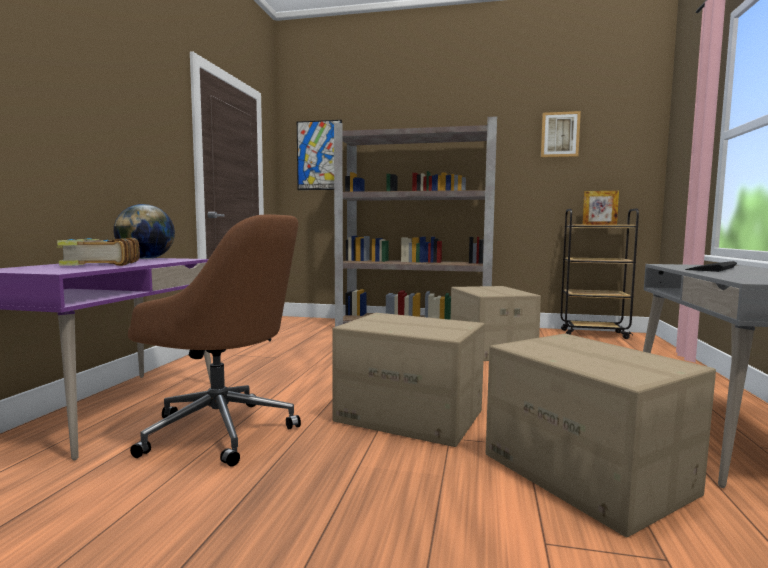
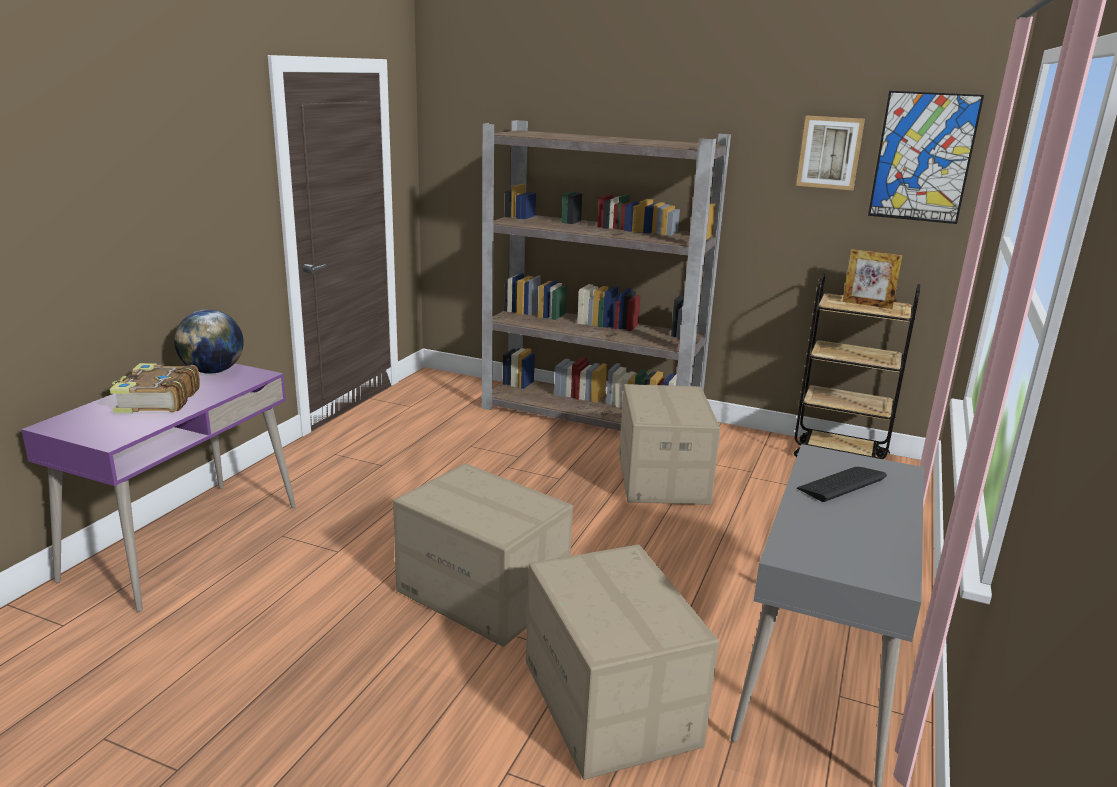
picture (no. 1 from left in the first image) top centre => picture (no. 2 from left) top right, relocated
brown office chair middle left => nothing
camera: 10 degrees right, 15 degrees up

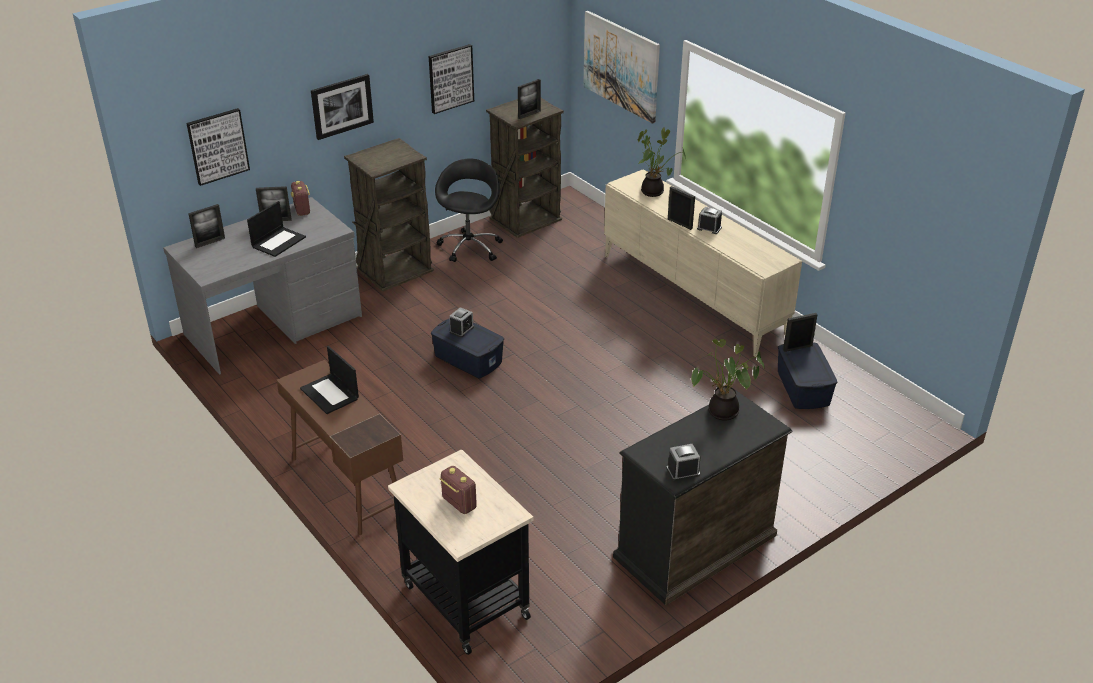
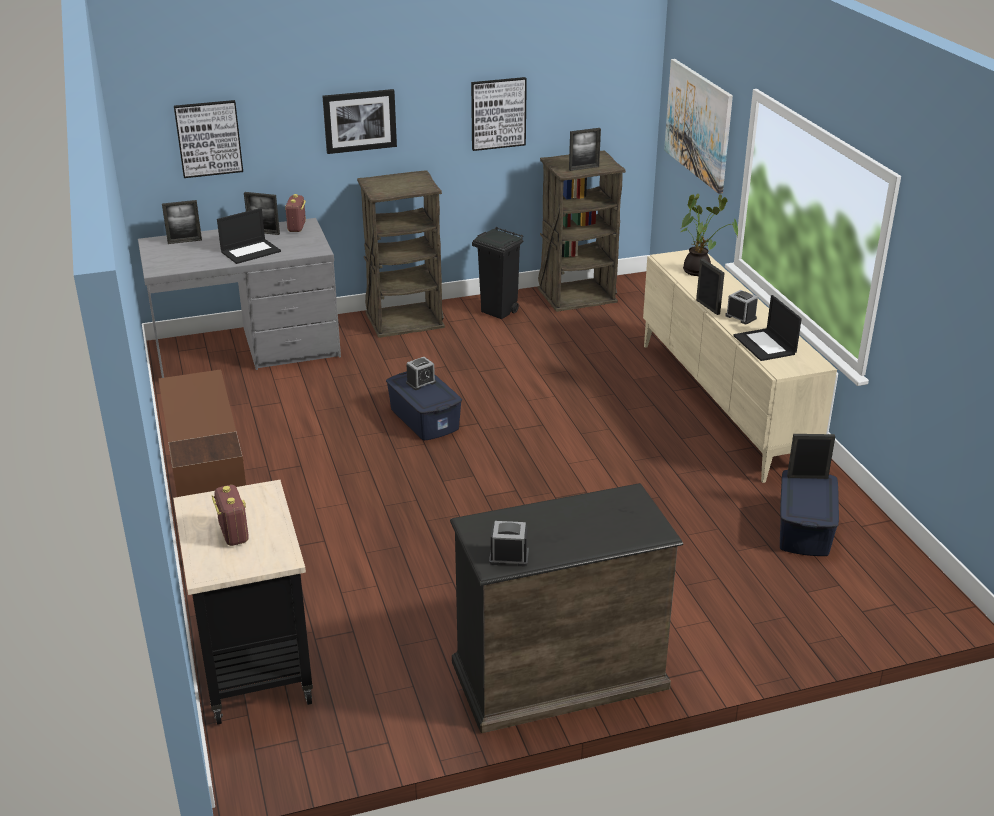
black office chair top centre => black trash can centre
laptop (no. 2 from left) middle left => laptop (no. 2 from left) middle right, relocated
potted plant (no. 2 from left) centre => nothing
camera: 20 degrees right, 5 degrees down

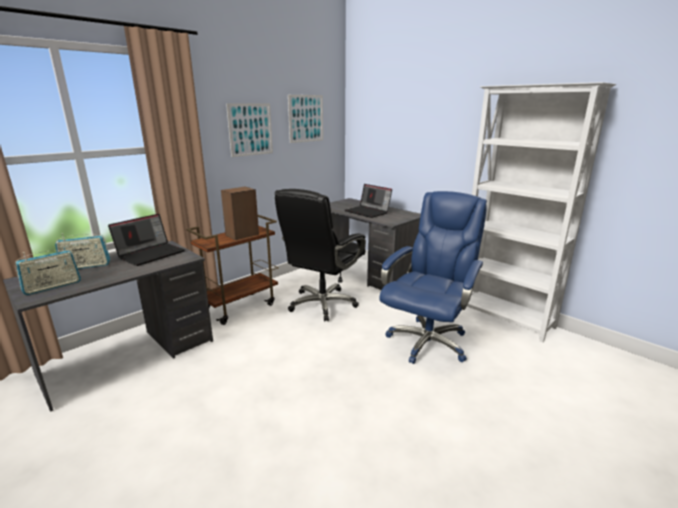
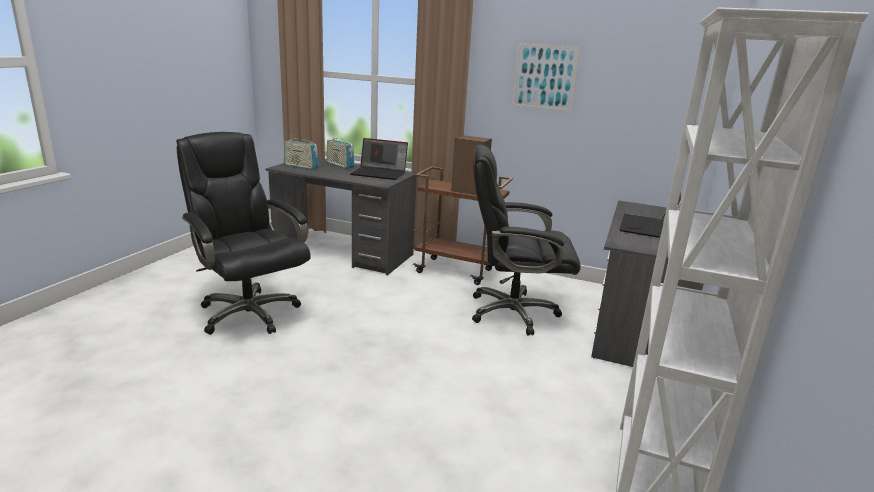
nothing => black office chair (no. 1 from left) middle left
picture (no. 2 from left) top centre => nothing
blue office chair centre => nothing
camera: 65 degrees right, 0 degrees up

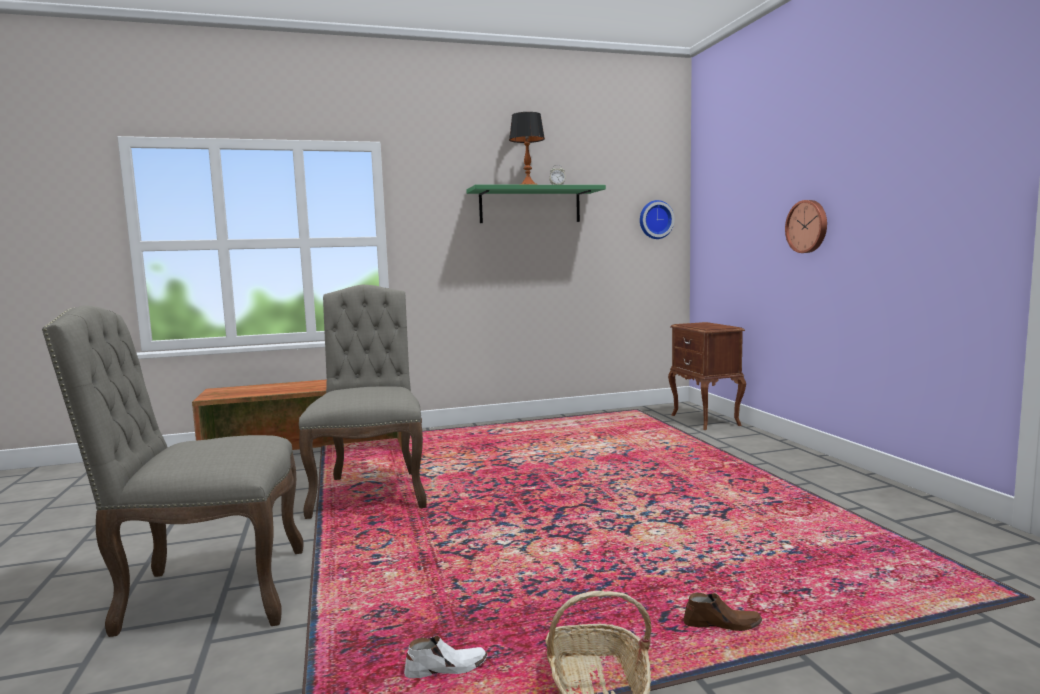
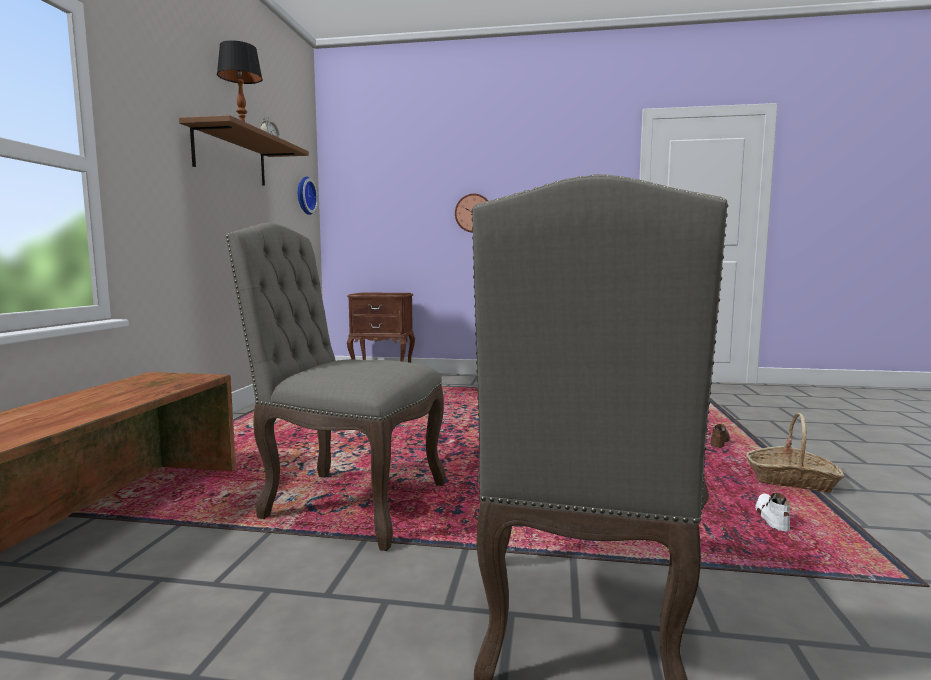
green shelf top centre => brown shelf top left
camera: 65 degrees left, 0 degrees up

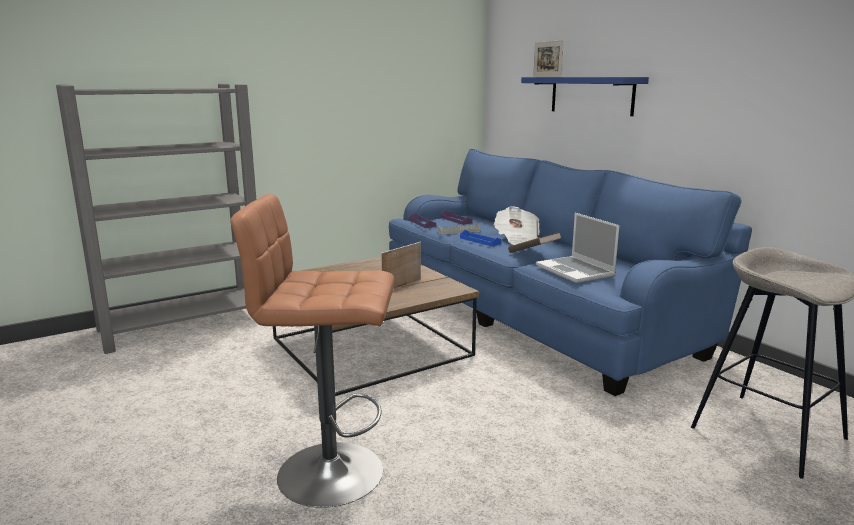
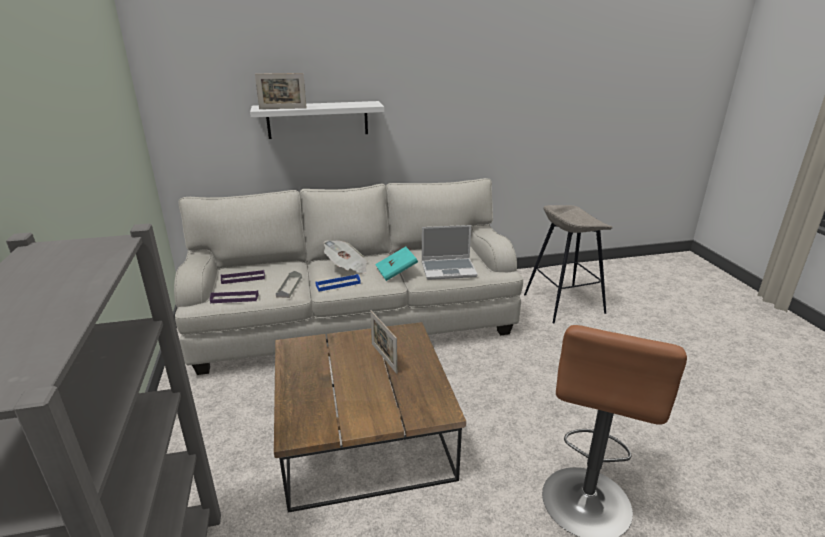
blue sofa middle right => white sofa centre
blue shelf top right => white shelf top centre
brown book centre => turquoise book centre
camera: 70 degrees left, 10 degrees up

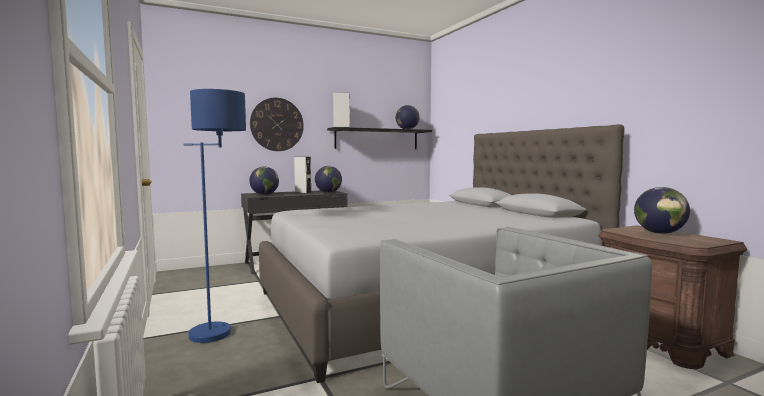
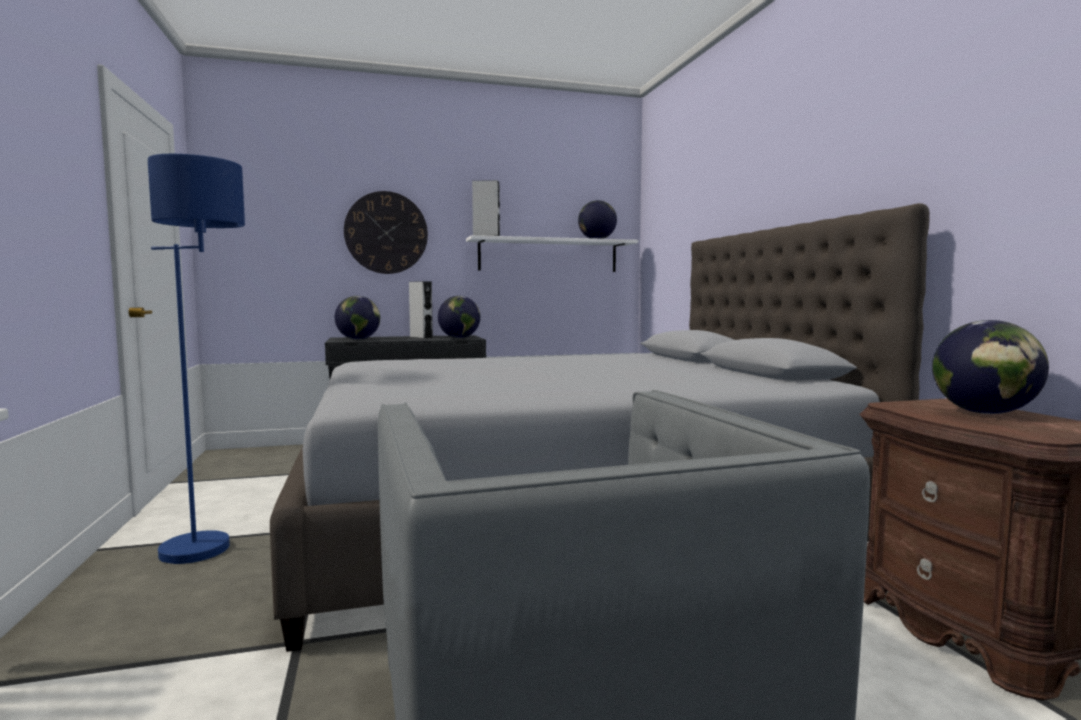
black shelf centre => white shelf centre
camera: 10 degrees right, 0 degrees up

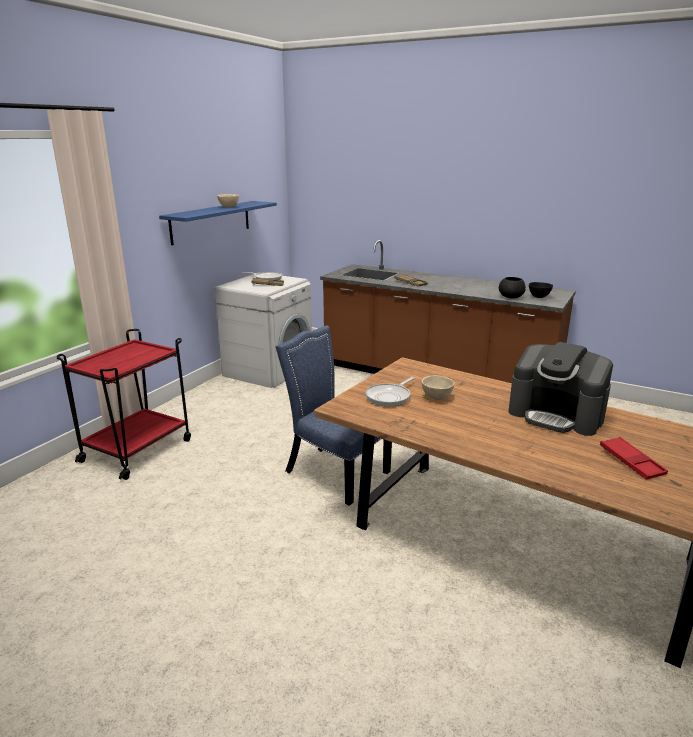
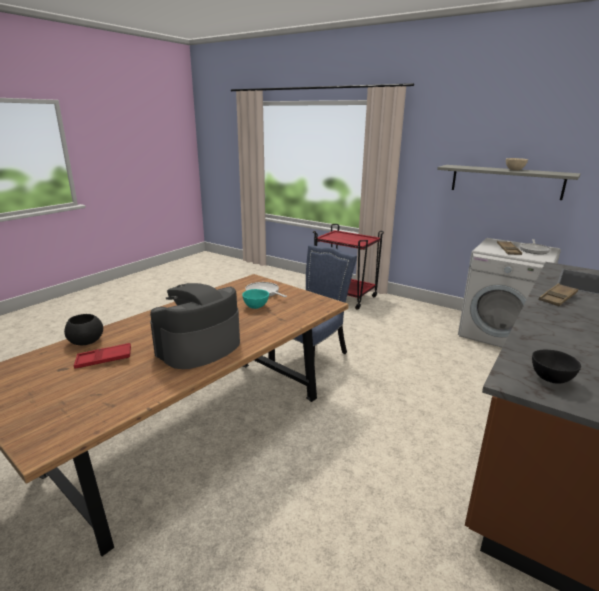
black bowl (no. 1 from left) middle right => black bowl (no. 1 from left) middle left, relocated
beige bowl (no. 2 from left) centre => turquoise bowl centre
blue shelf top left => grey shelf top right
camera: 95 degrees right, 0 degrees up

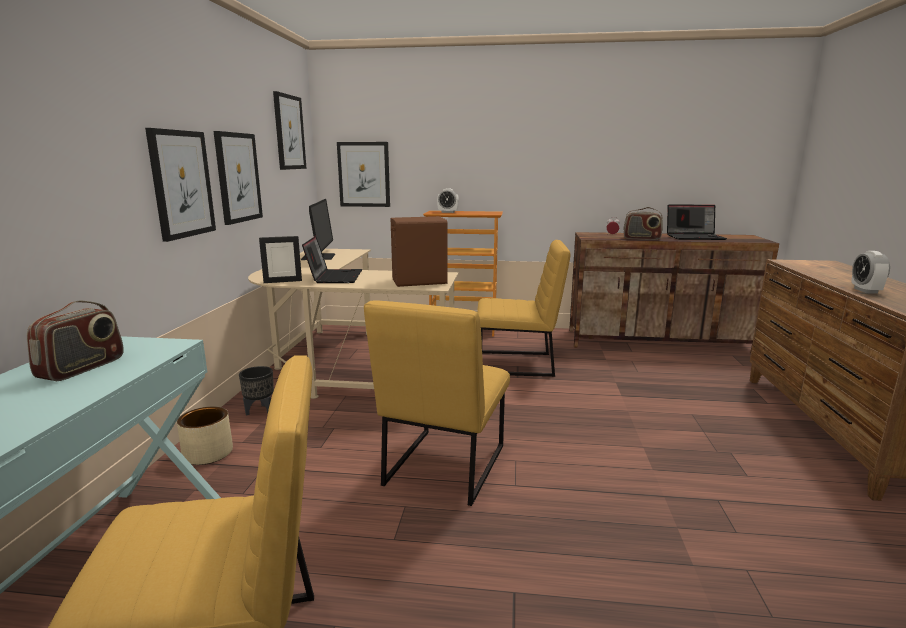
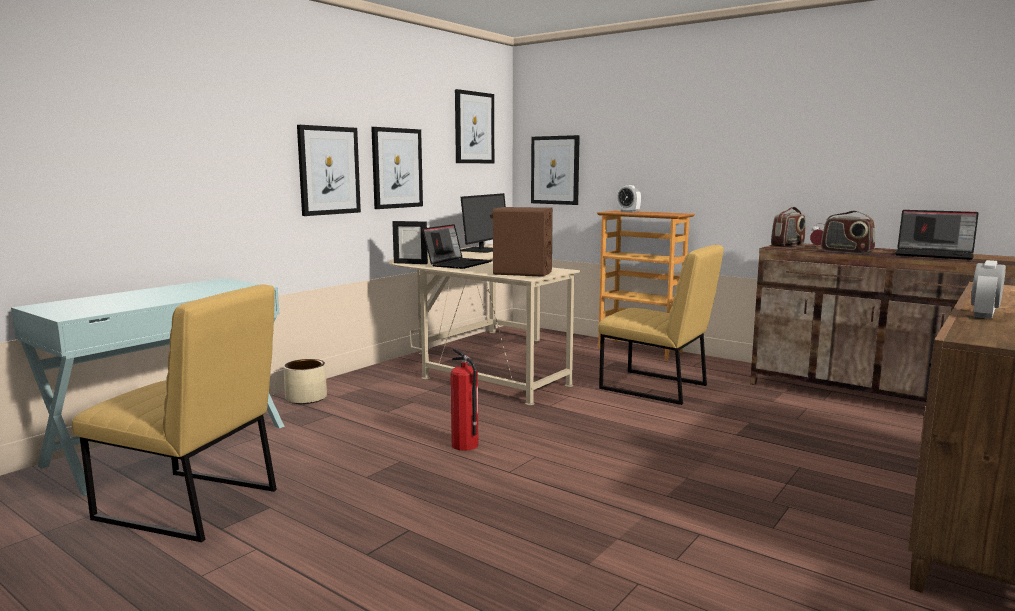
yellow chair (no. 2 from left) centre => fire extinguisher centre
radio (no. 1 from left) middle left => radio (no. 1 from left) middle right, relocated
black planter middle left => nothing
camera: 30 degrees right, 5 degrees down

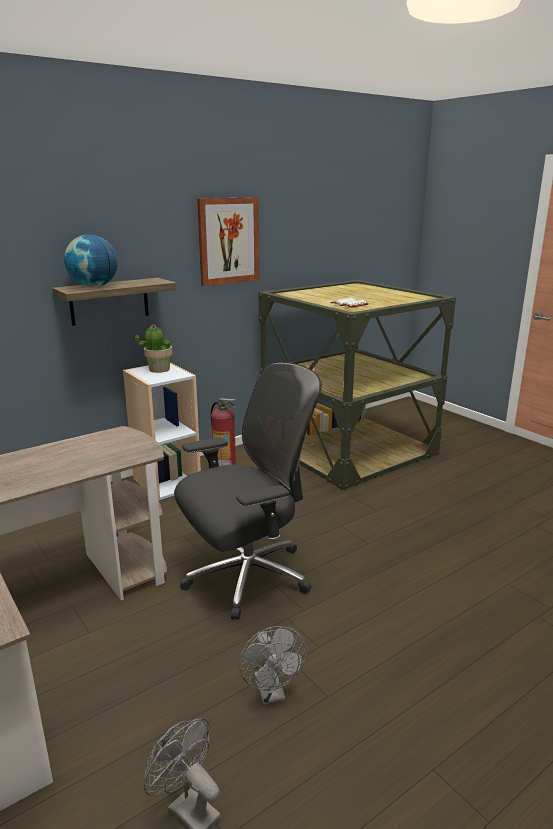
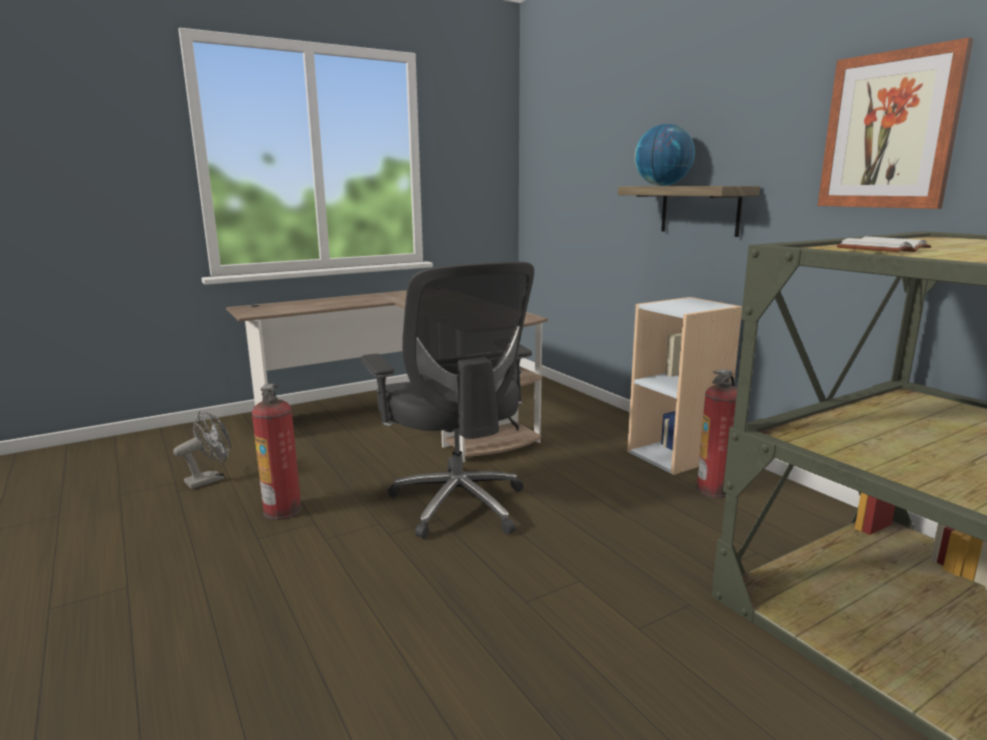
grey fan (no. 2 from left) bottom centre => fire extinguisher (no. 1 from left) middle left
potted plant middle left => nothing
camera: 95 degrees right, 5 degrees down

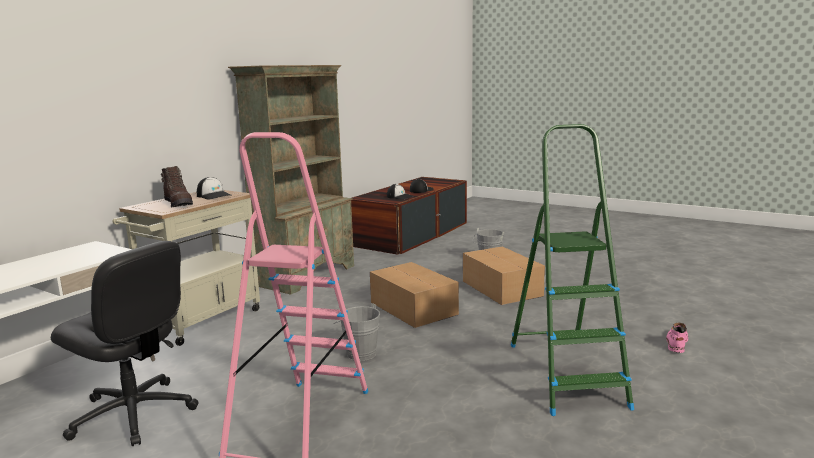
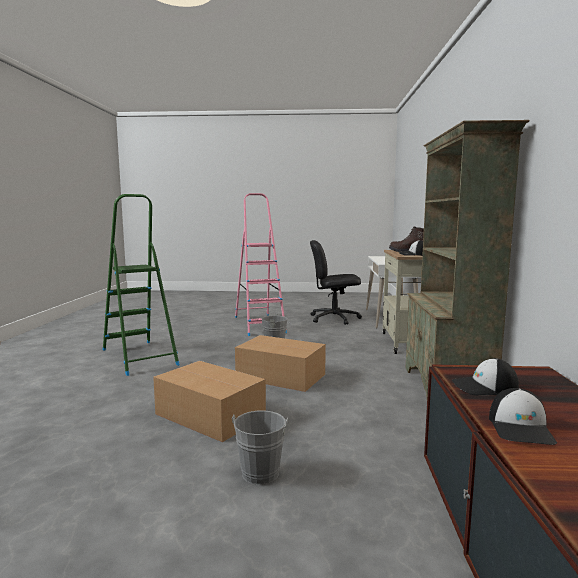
pink boot bottom right => nothing
camera: 150 degrees right, 5 degrees down

